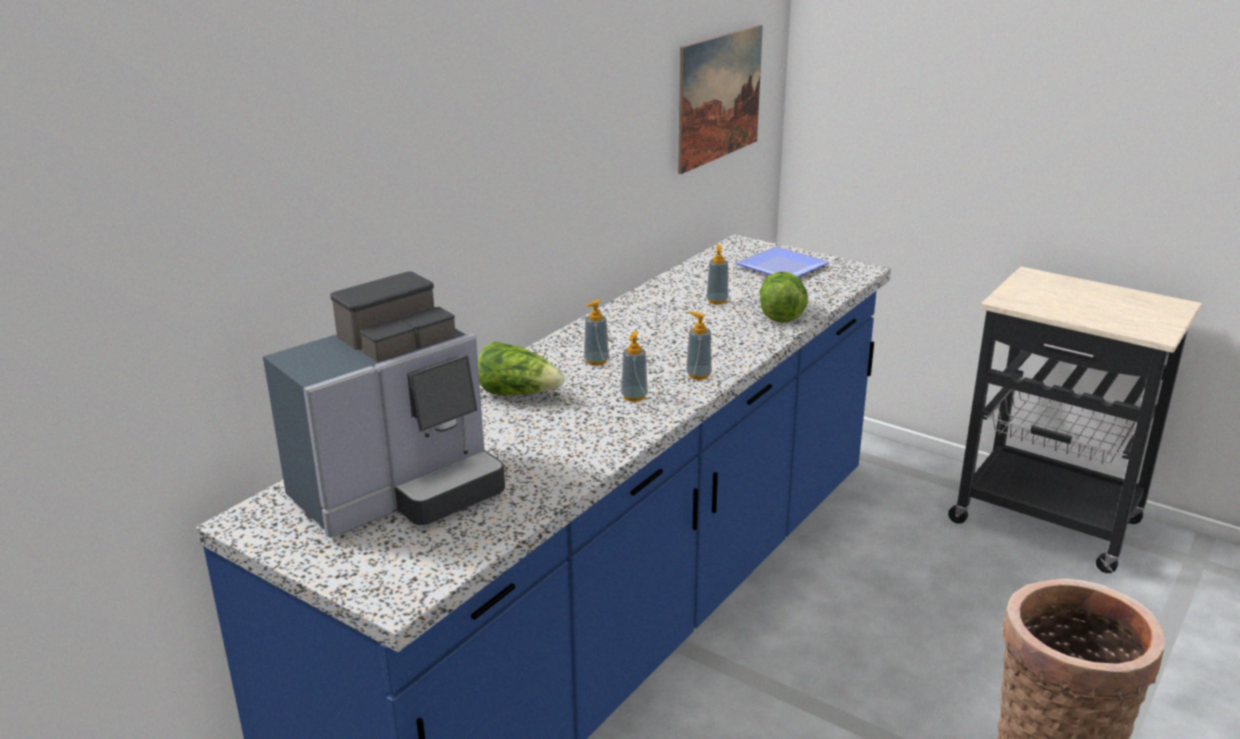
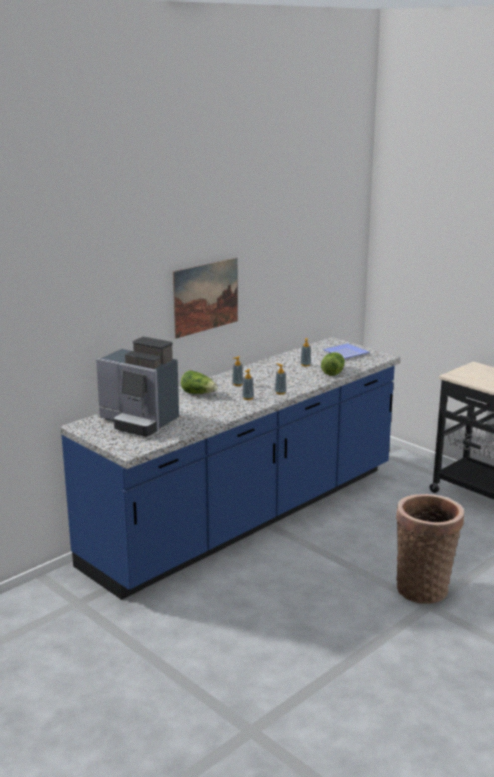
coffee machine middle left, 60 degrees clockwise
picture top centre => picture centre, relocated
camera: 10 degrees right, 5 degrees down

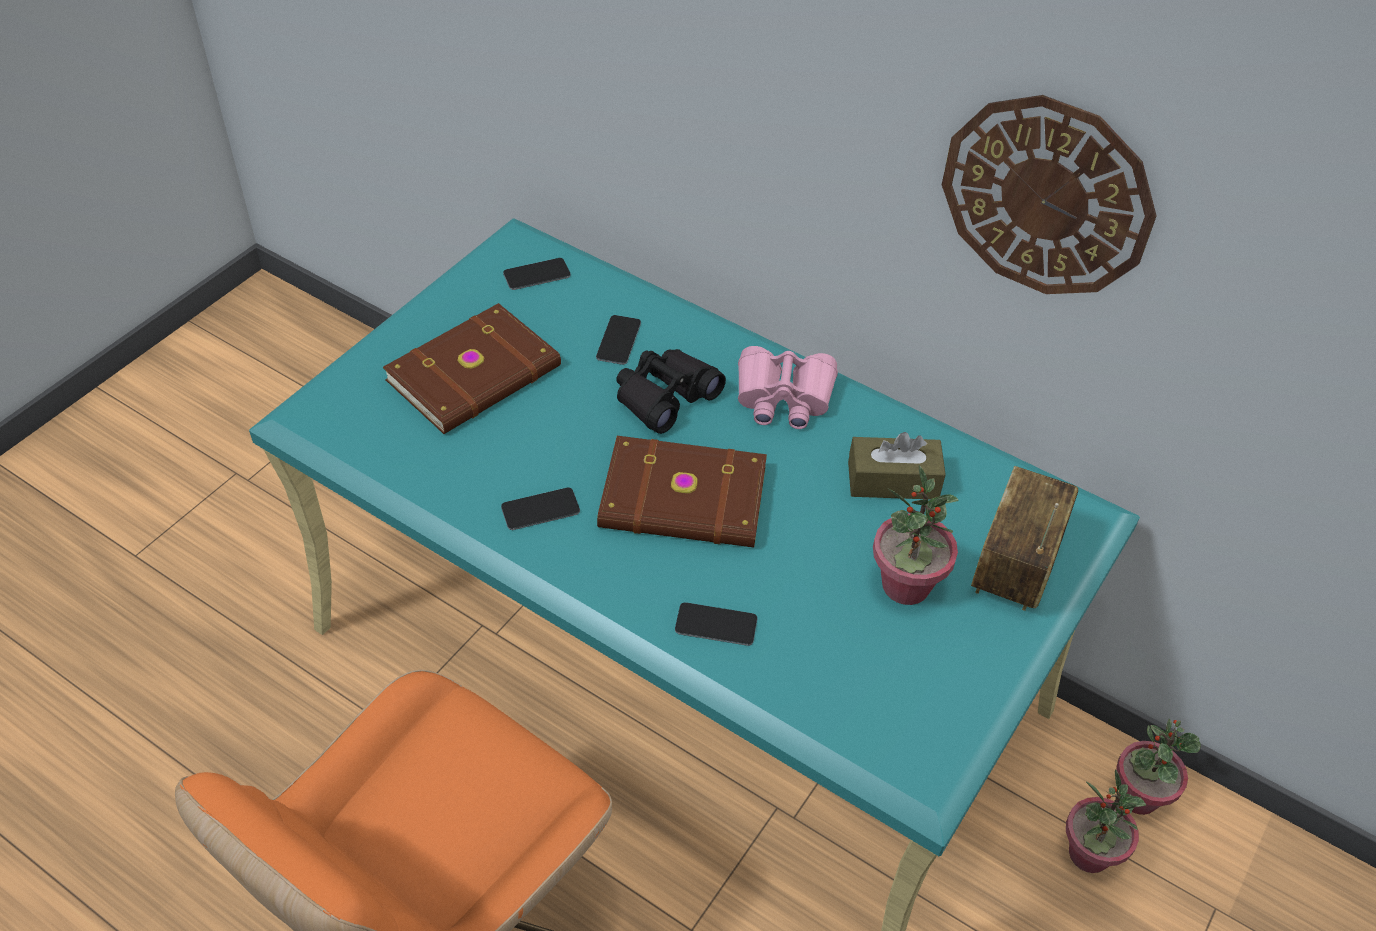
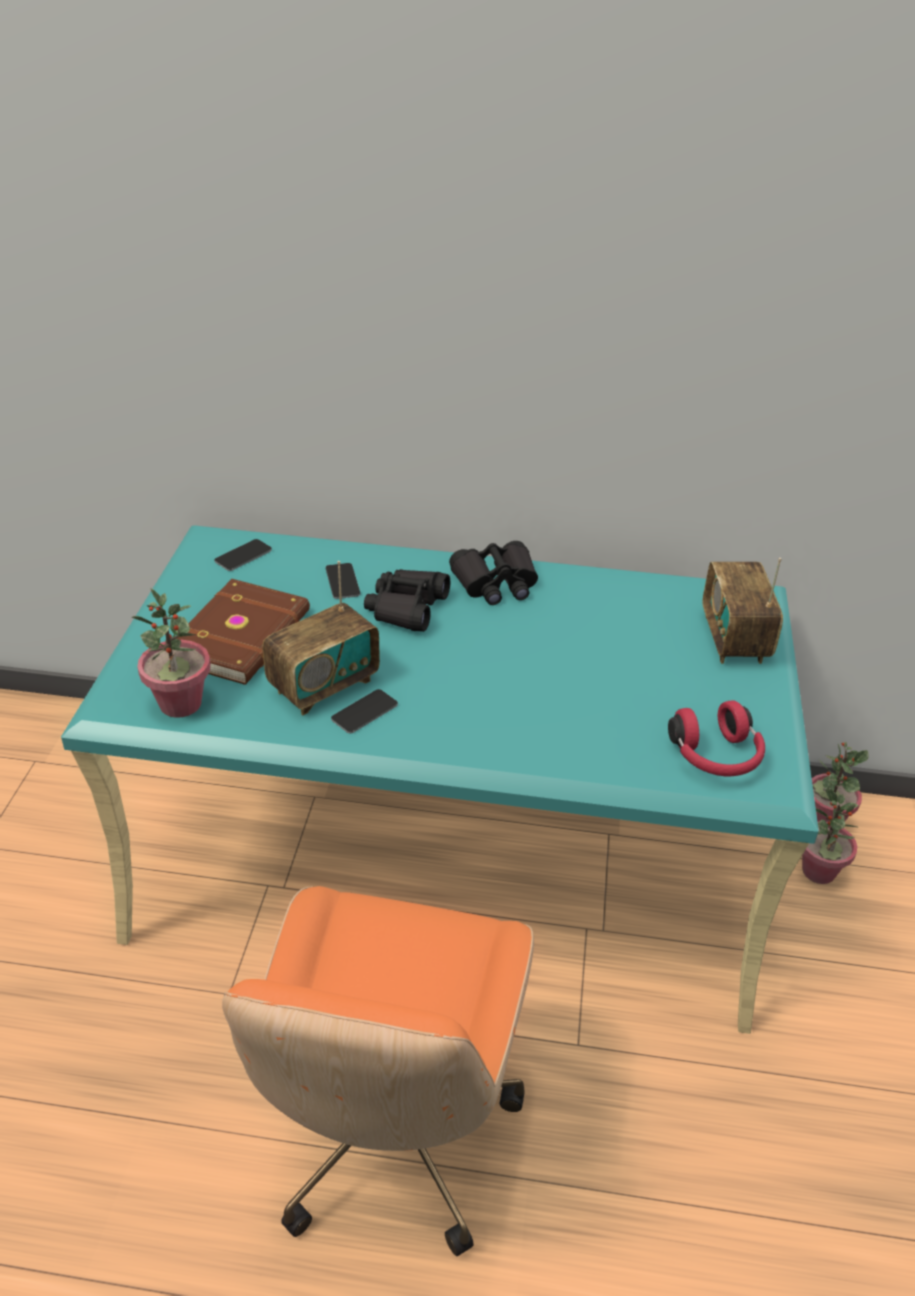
potted plant (no. 1 from left) centre => potted plant (no. 1 from left) middle left, relocated
nothing => radio (no. 1 from left) centre
pink binoculars centre => black binoculars (no. 2 from left) centre
nothing => red headphones middle right
brown book (no. 2 from left) centre => nothing
phone (no. 4 from left) bottom centre => nothing
brown tissue box centre => nothing
wall clock top right => nothing
camera: 25 degrees left, 10 degrees down

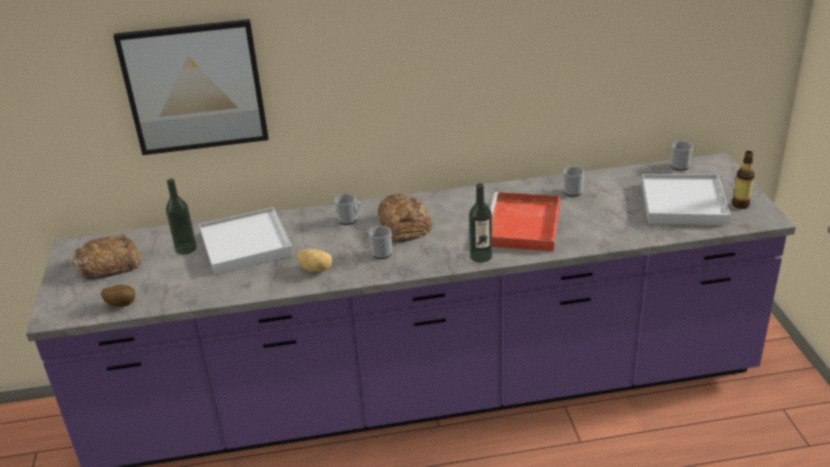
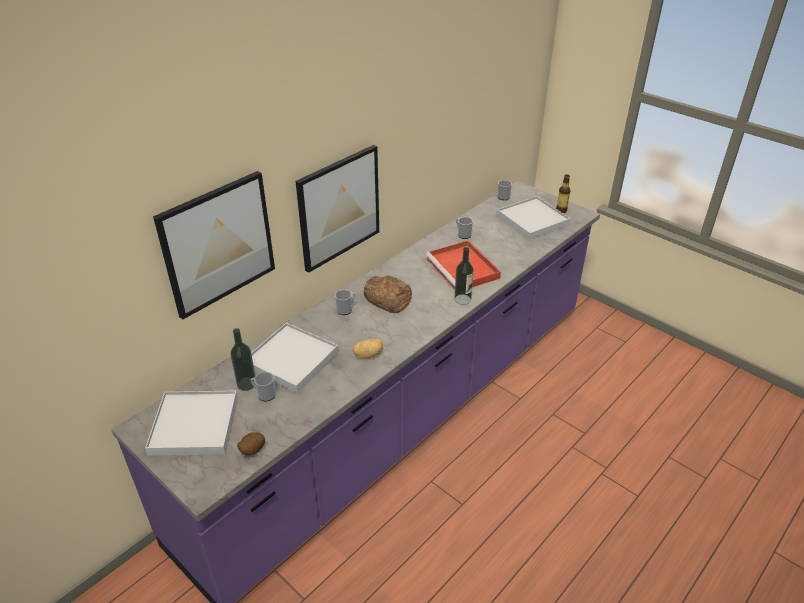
bread (no. 1 from left) middle left => white tray (no. 1 from left) bottom left
mug (no. 2 from left in the first image) centre => mug (no. 1 from left) middle left, relocated
nothing => picture (no. 2 from left) centre
camera: 40 degrees left, 5 degrees up

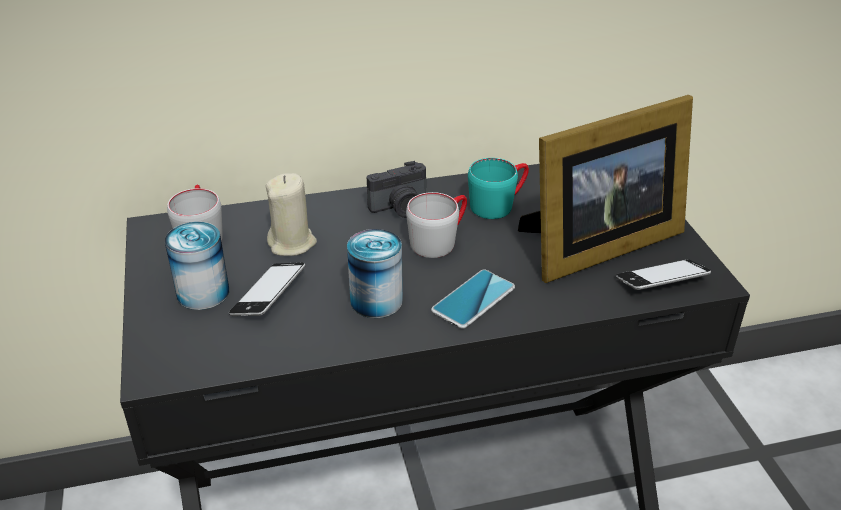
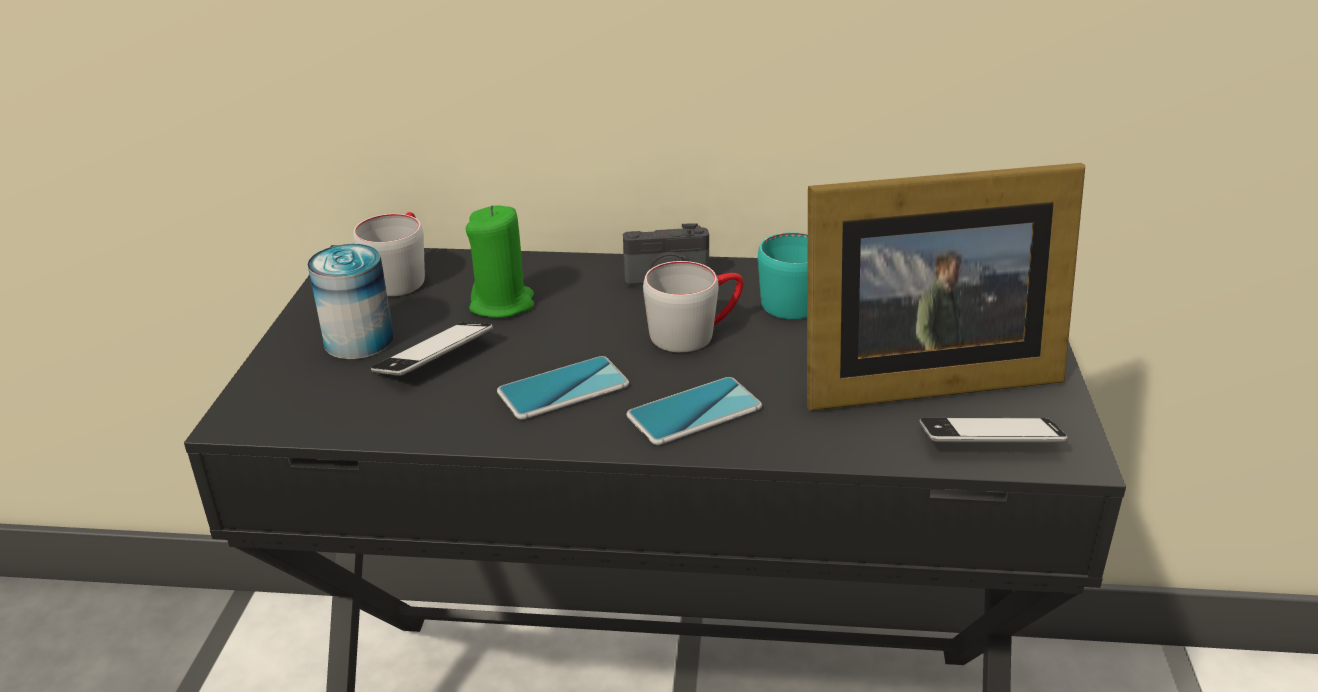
beige candle centre => green candle centre
can (no. 2 from left) centre => phone (no. 2 from left) centre
camera: 20 degrees right, 5 degrees down

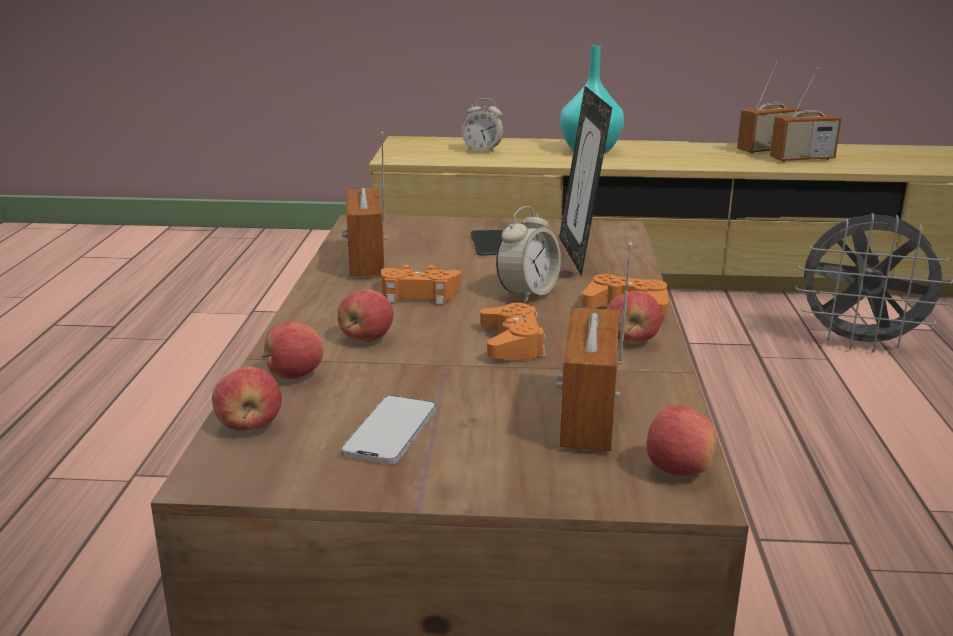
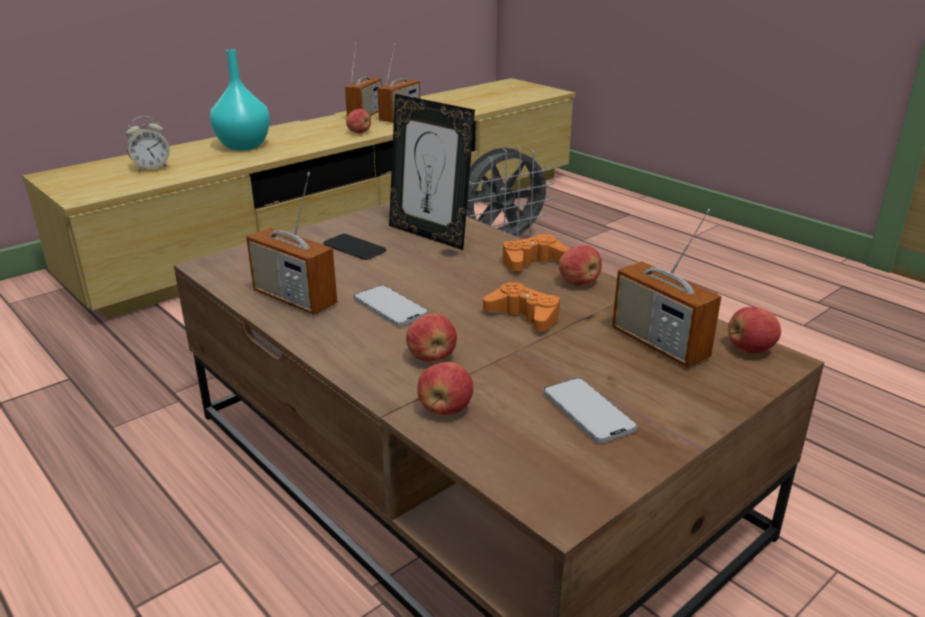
apple (no. 1 from left) middle left => apple (no. 1 from left) top centre, relocated
orange game controller (no. 1 from left) centre => phone (no. 2 from left) centre
alarm clock (no. 2 from left) centre => nothing
camera: 45 degrees left, 5 degrees up

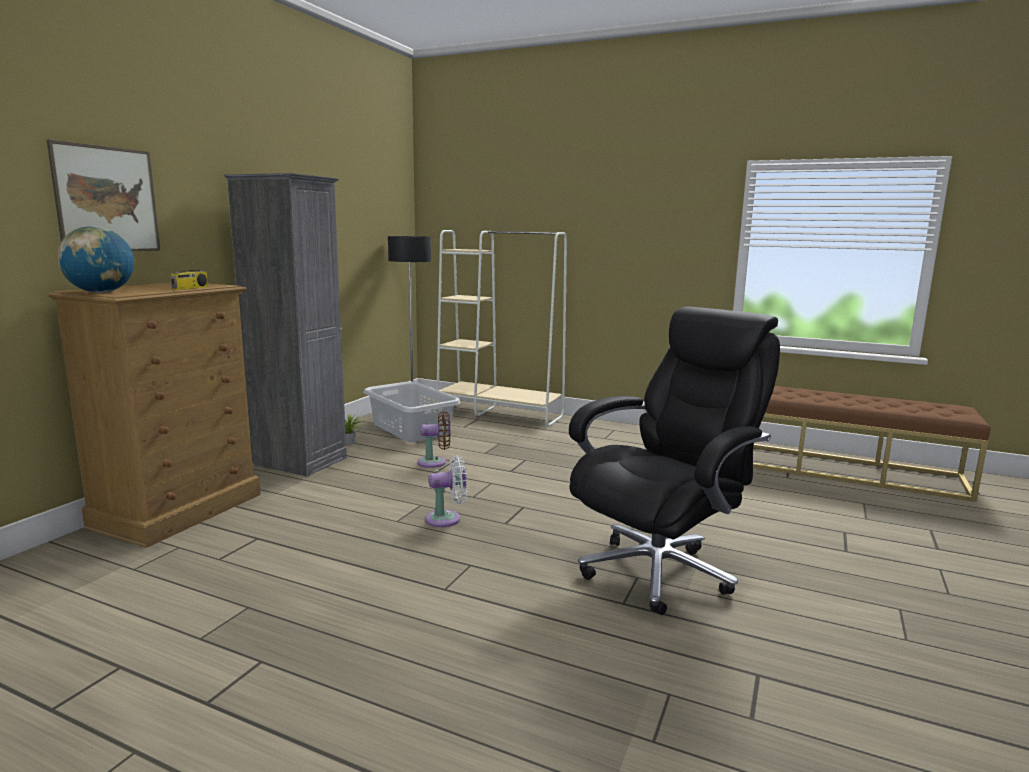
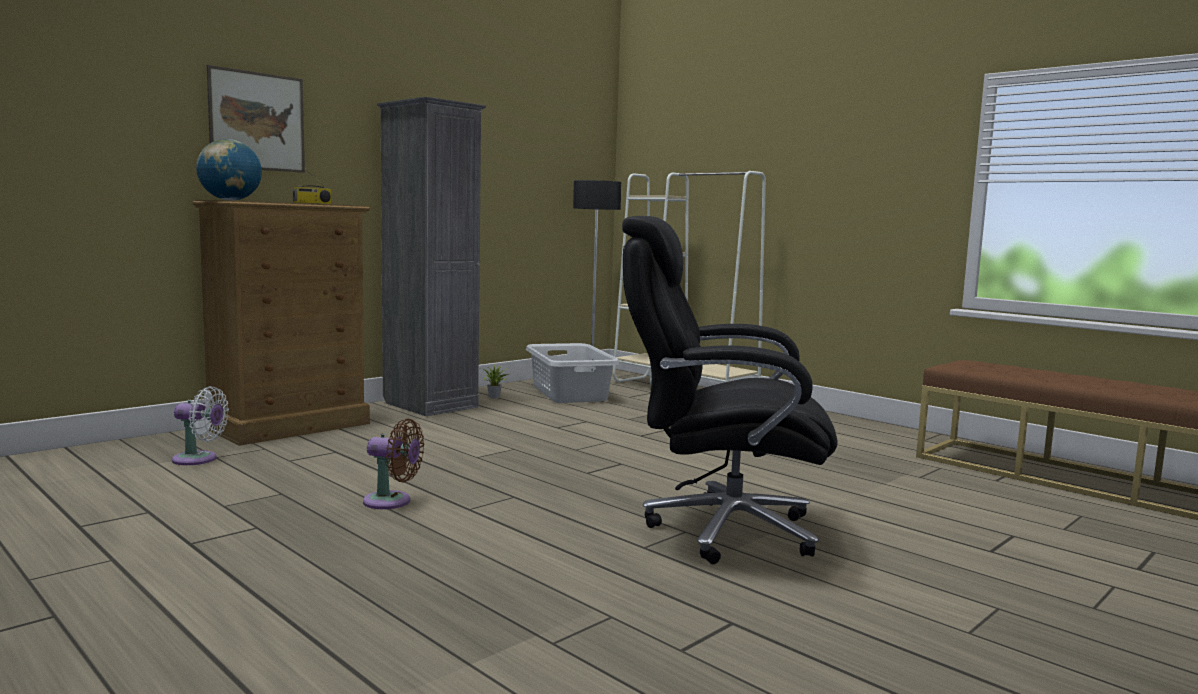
white fan centre => white fan middle left, relocated
brown fan centre => brown fan bottom left, relocated
black office chair centre, 150 degrees counterclockwise
camera: 20 degrees right, 5 degrees down

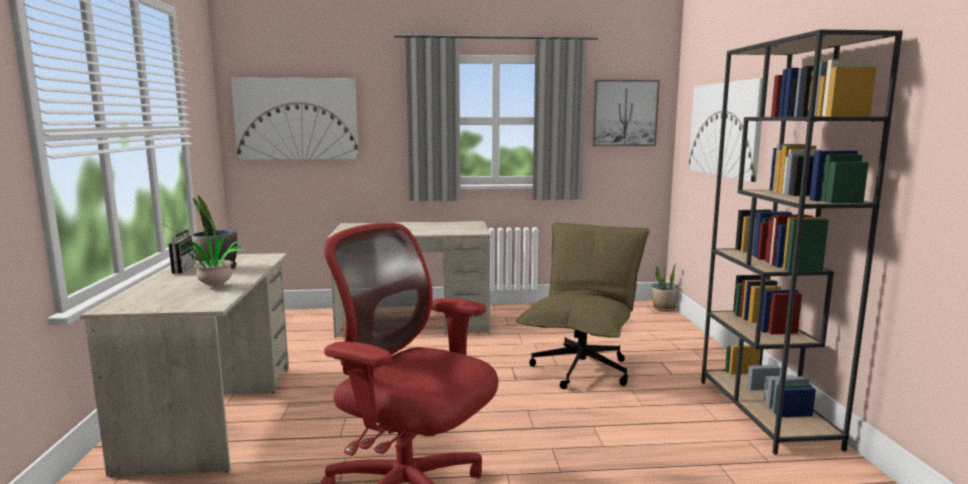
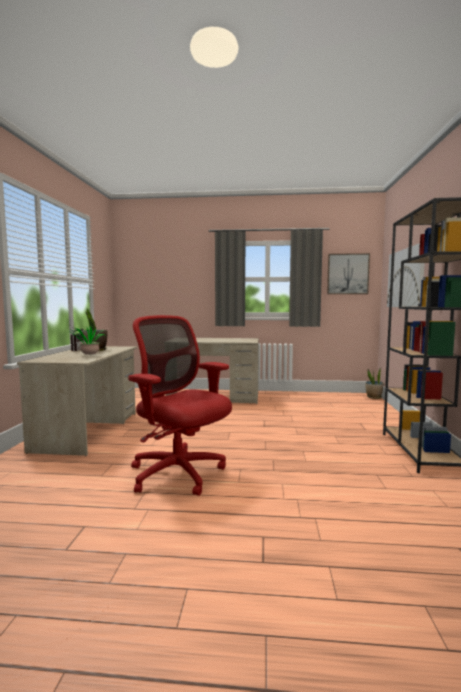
picture (no. 1 from left) top left => nothing
beige office chair centre => nothing
camera: 10 degrees right, 5 degrees down

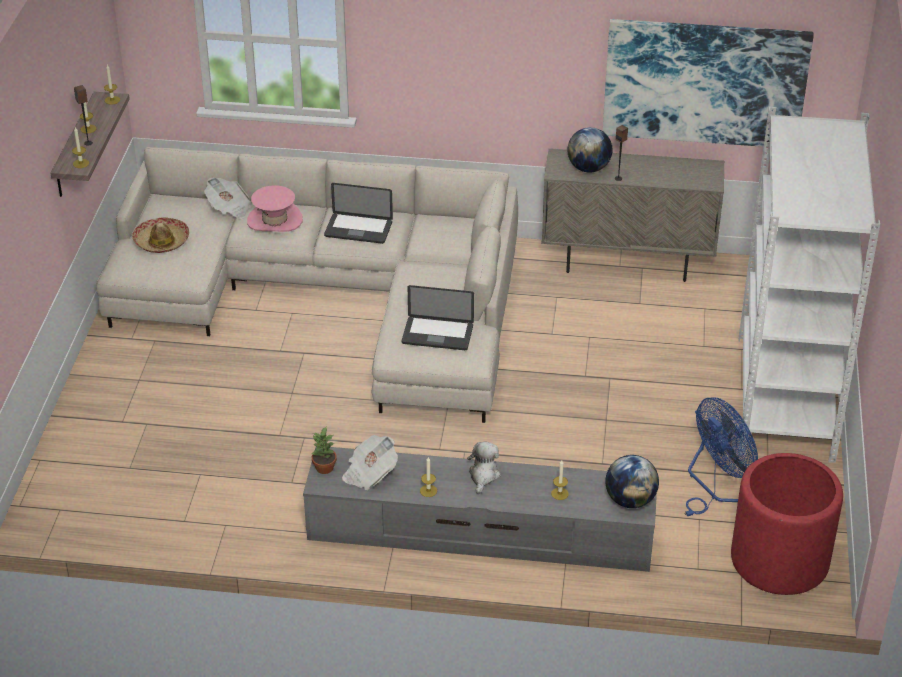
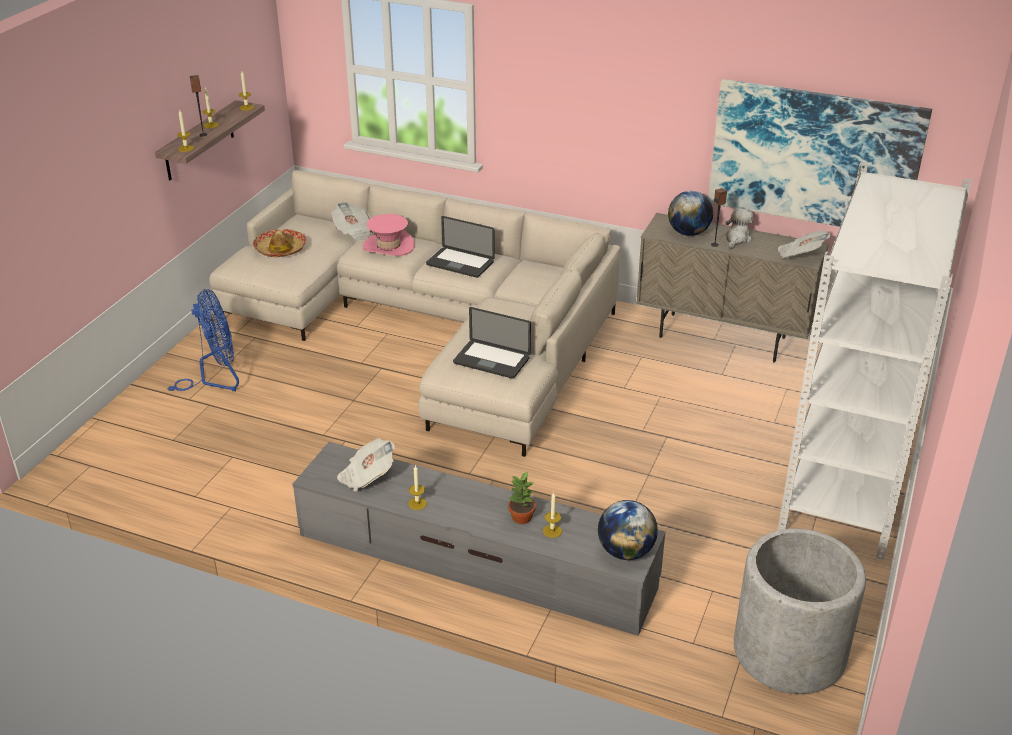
blue fan bottom right => blue fan middle left, relocated
potted plant centre => potted plant bottom centre, relocated
plush toy bottom centre => plush toy top right, relocated
red planter bottom right => grey planter bottom right
nothing => newspaper (no. 3 from left) top right
camera: 15 degrees right, 5 degrees down

